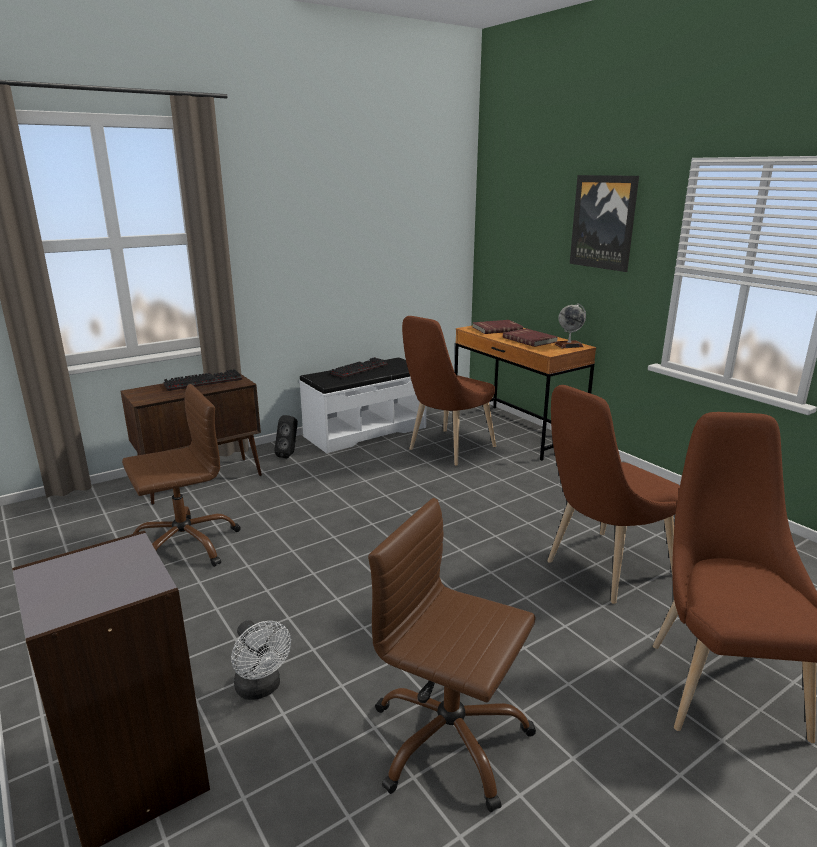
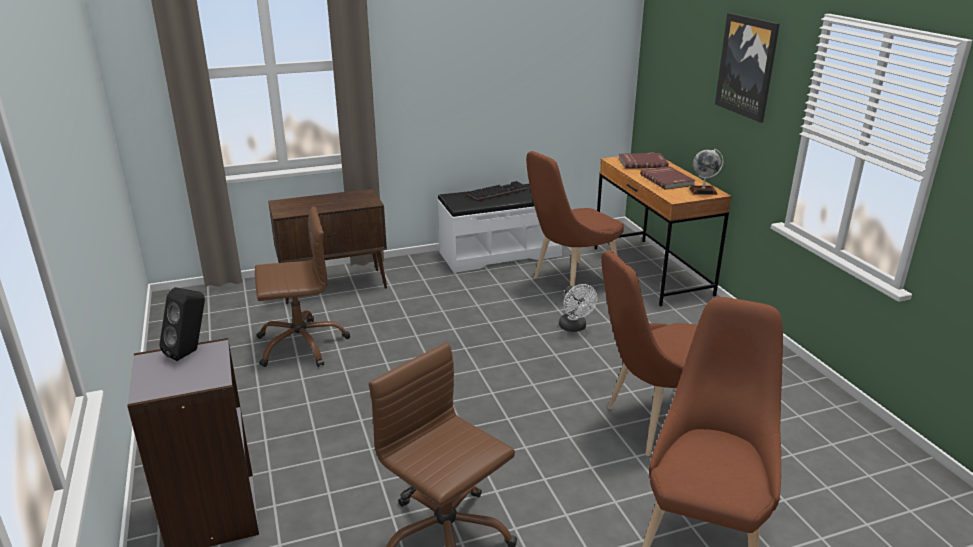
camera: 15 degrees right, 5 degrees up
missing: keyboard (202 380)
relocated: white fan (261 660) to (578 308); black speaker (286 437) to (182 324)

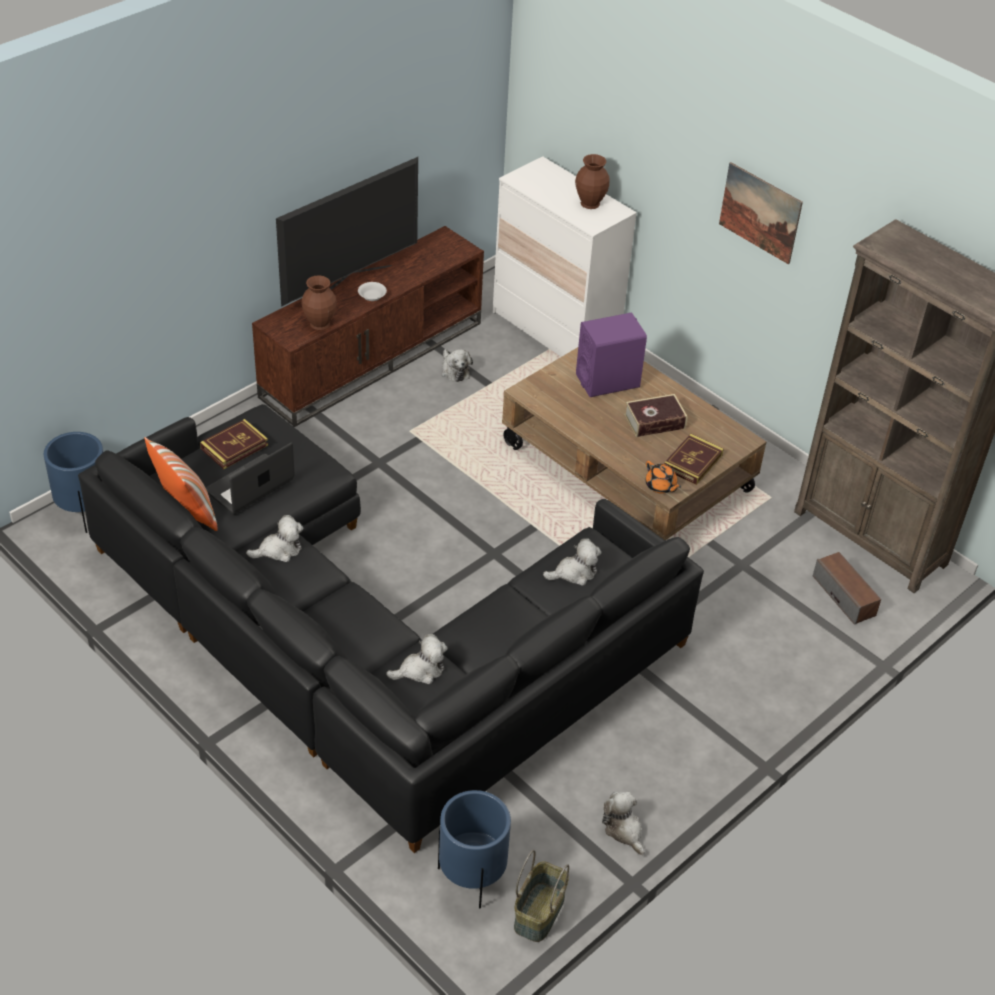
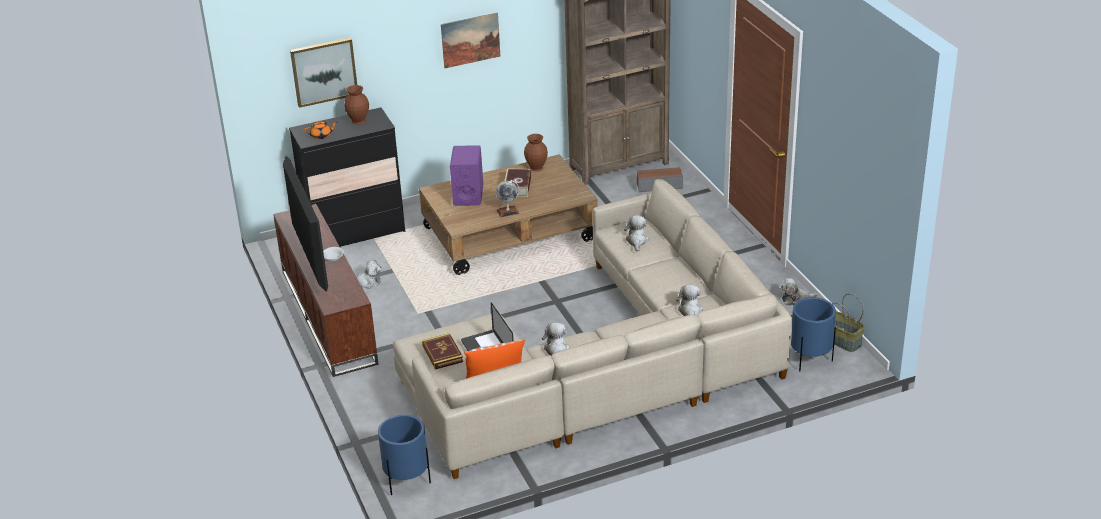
camera: 65 degrees left, 10 degrees down
missing: book (694 459)
appeared: picture (323 73); globe (508 198)
relocated: brown vase (319 302) to (536 152); orange teapot (663 477) to (320 130)
colour: black sofa (391 628) to beige sofa (592 329); white dresser (565 256) to black dresser (347 177)

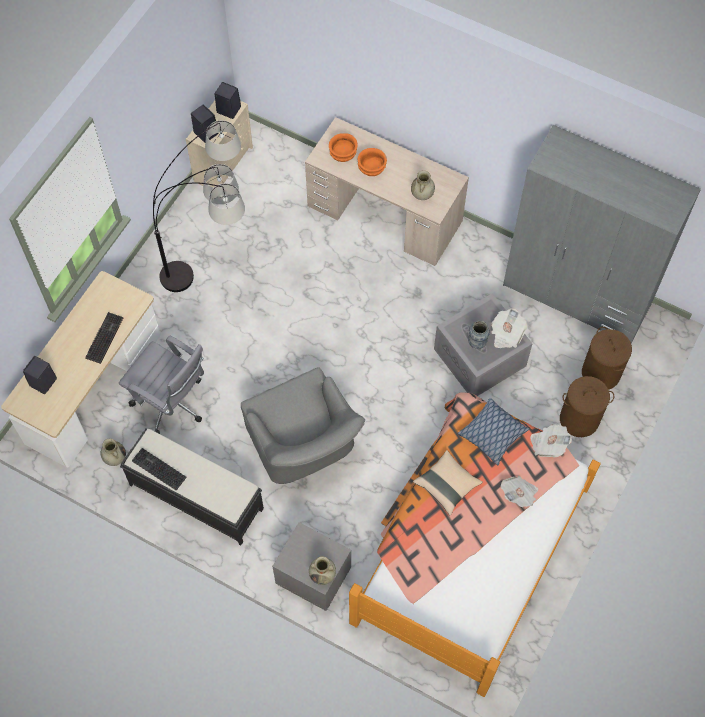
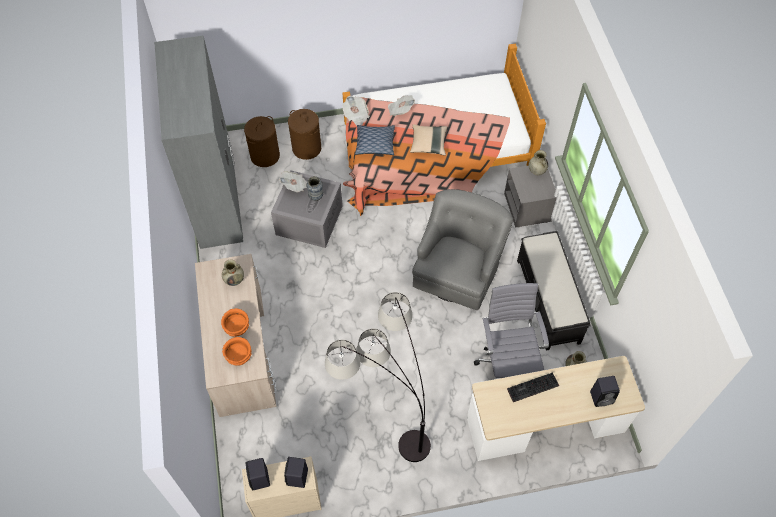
camera: 130 degrees left, 5 degrees down
missing: keyboard (159 469)

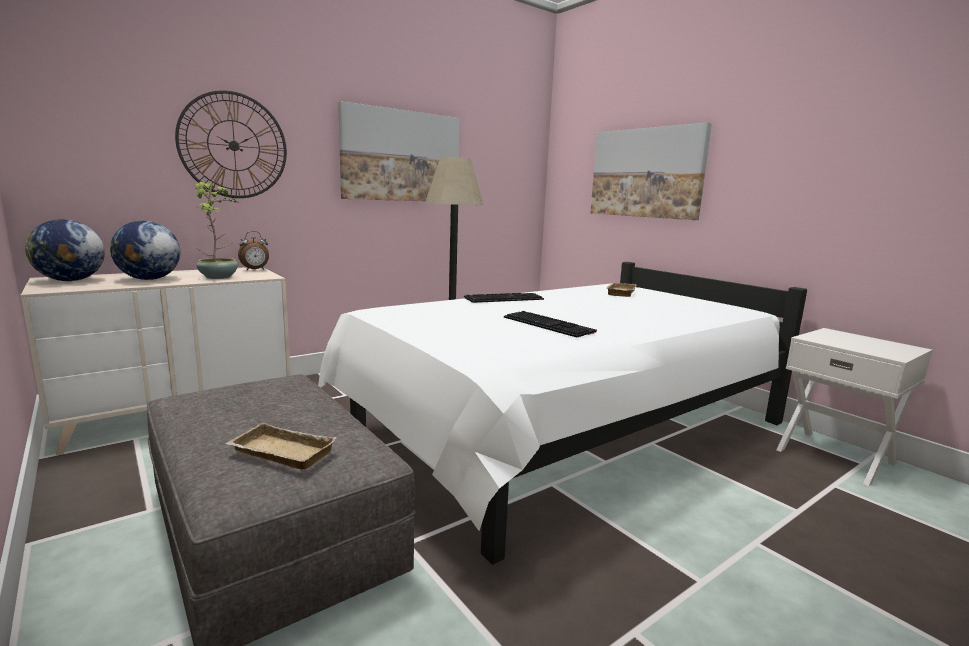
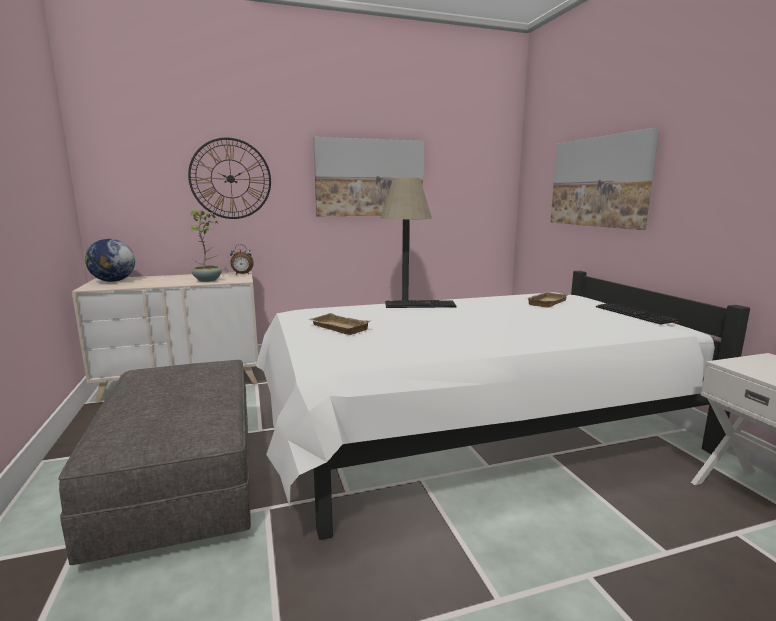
camera: 20 degrees right, 0 degrees up
missing: globe (144 250)
relocated: beige tray (281 446) to (339 324); keyboard (550 324) to (637 314)

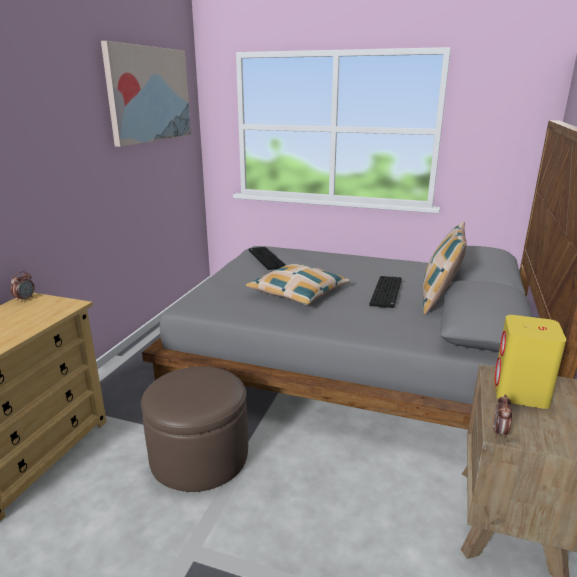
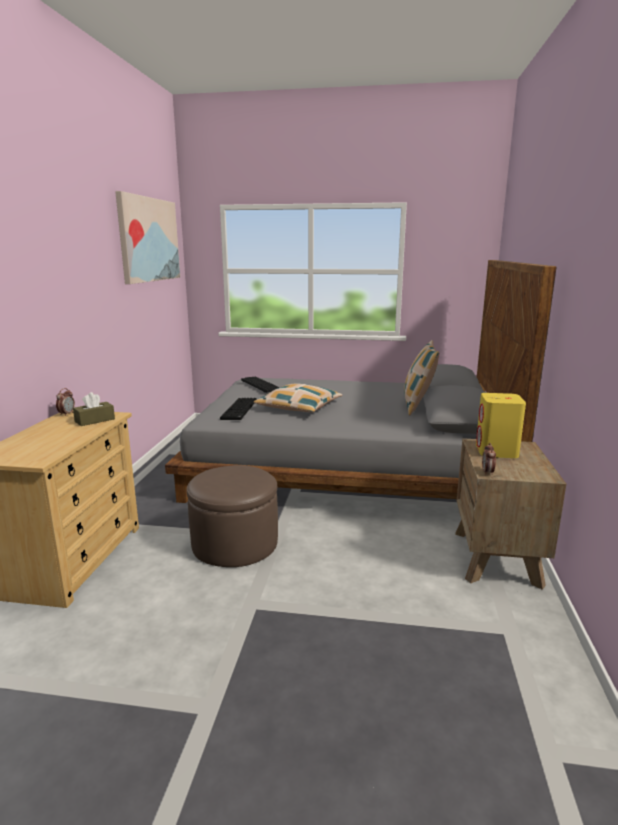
camera: 10 degrees left, 5 degrees down
appeared: brown tissue box (94 409)
relocated: keyboard (386 292) to (238 409)

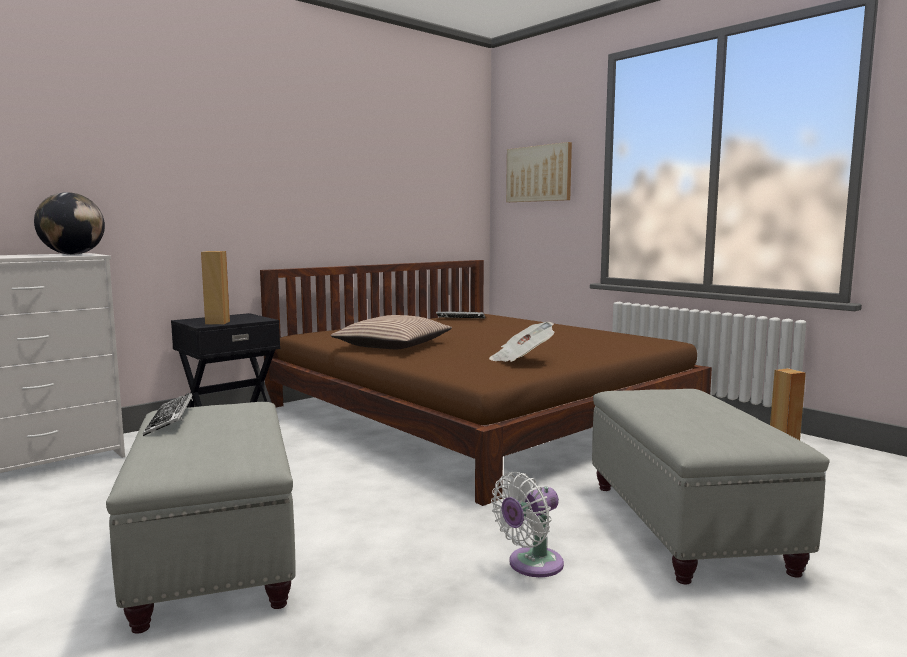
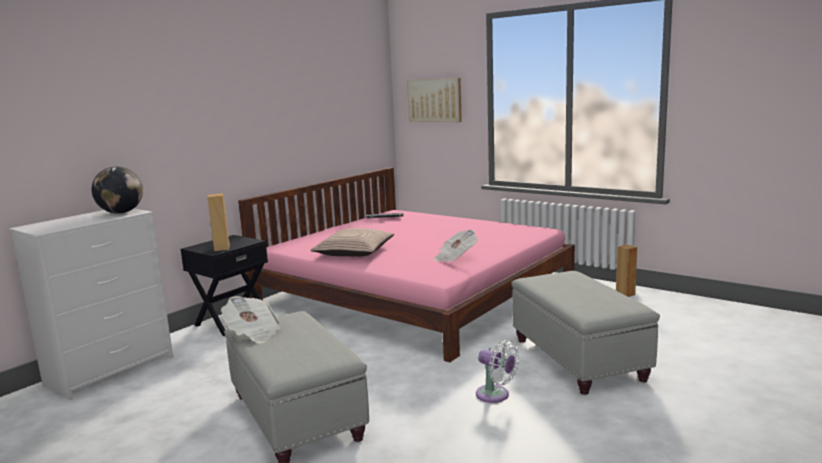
camera: 10 degrees left, 5 degrees up
exchanged: keyboard (168 414) to newspaper (251 319)
colour: brown bed (486 383) to pink bed (406 264)
spun: white fan (527 524) = (497 371) 90 degrees counterclockwise

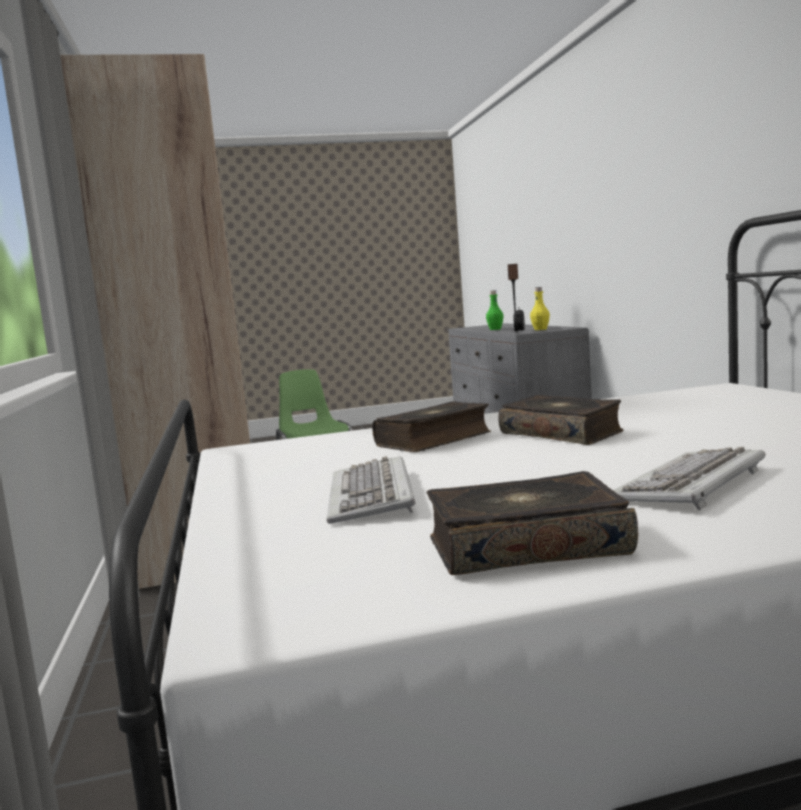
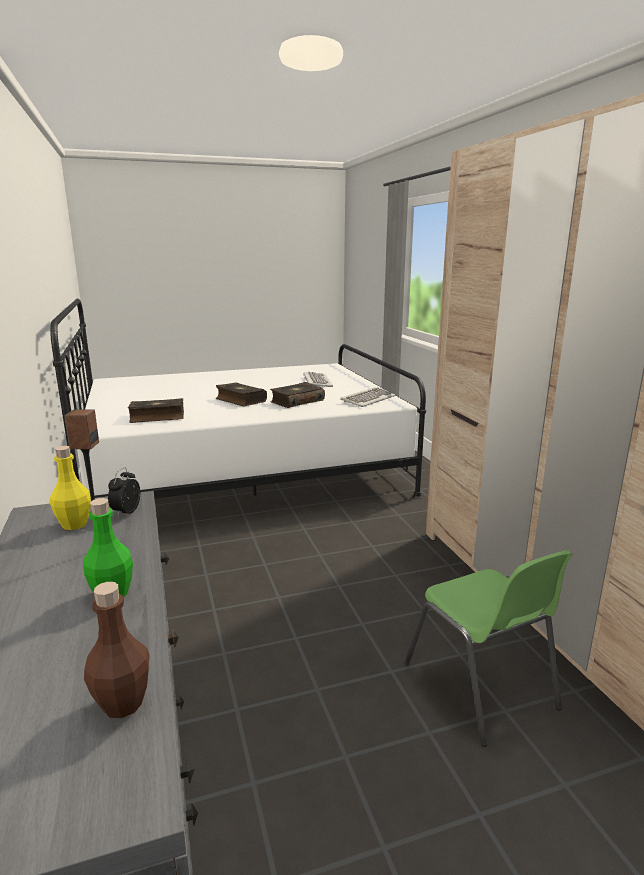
camera: 175 degrees right, 10 degrees up
appeared: brown bottle (117 650)
relocated: book (532 523) to (156 410); keyboard (689 478) to (367 397)

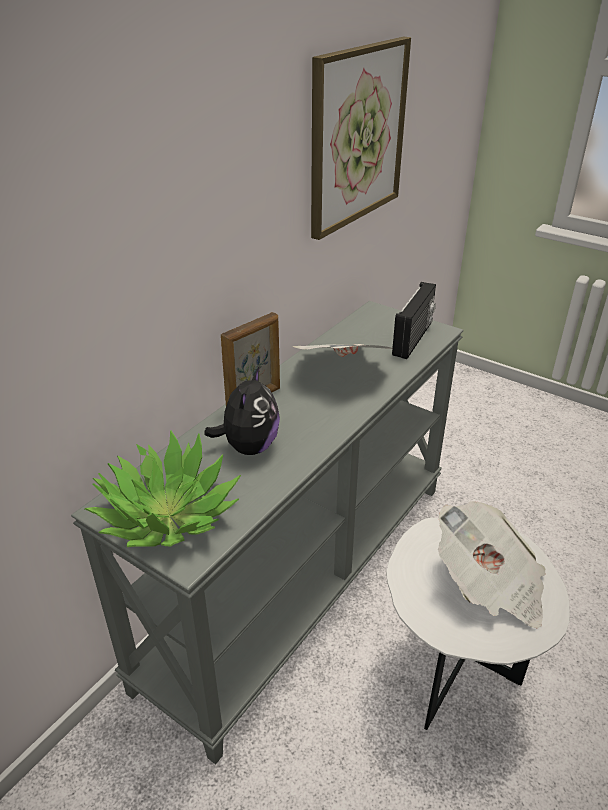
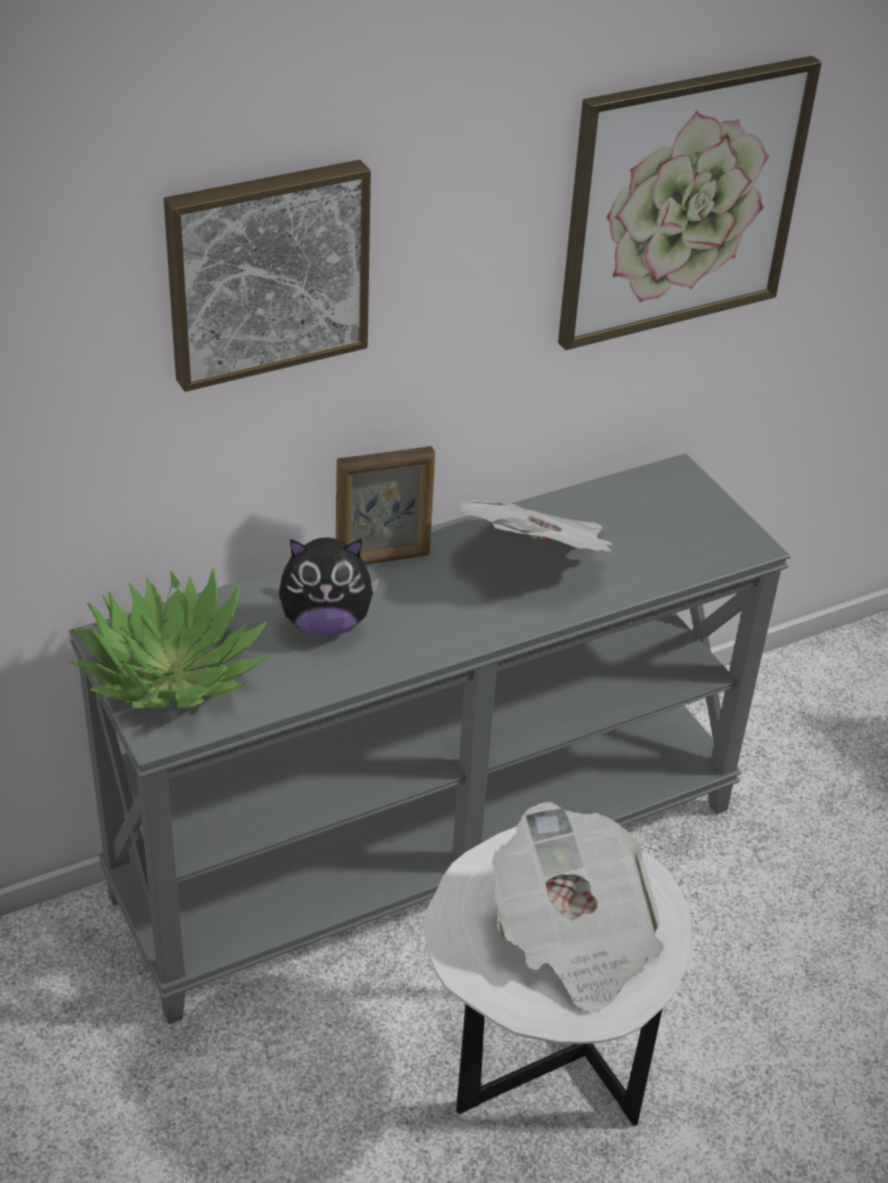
camera: 25 degrees right, 5 degrees up
missing: radio (414 320)
appeared: picture (267 276)
spun: plush toy (242 411) = (329 587) 45 degrees clockwise

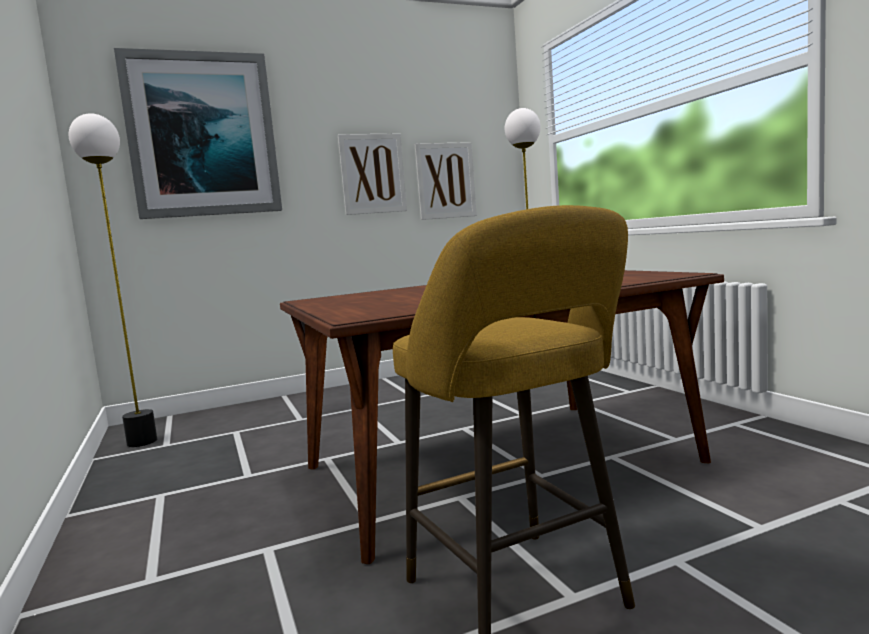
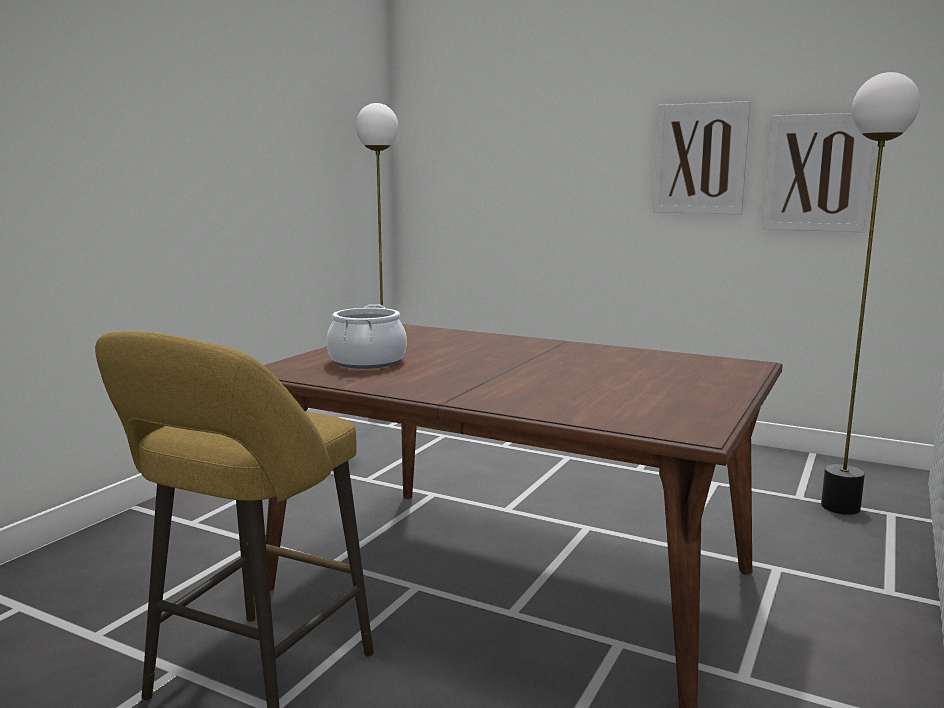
camera: 50 degrees right, 5 degrees up
missing: picture (198 133)
appeared: cooking pot (367 336)

